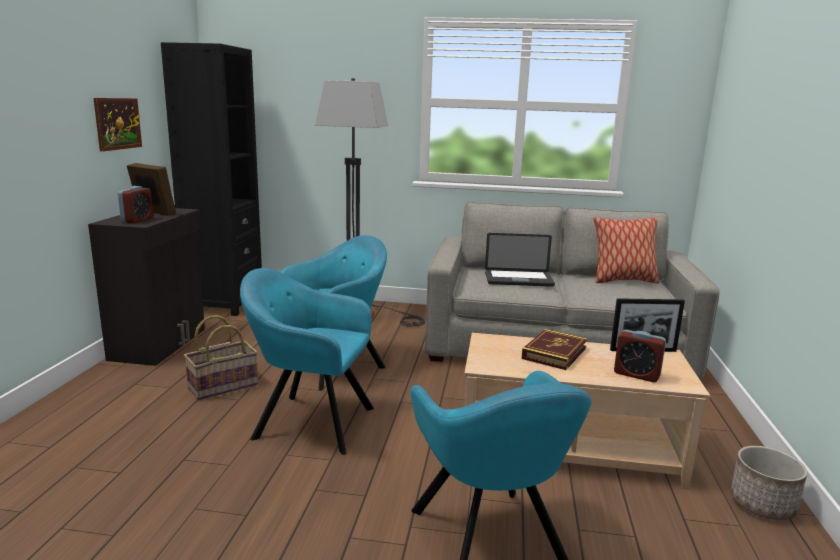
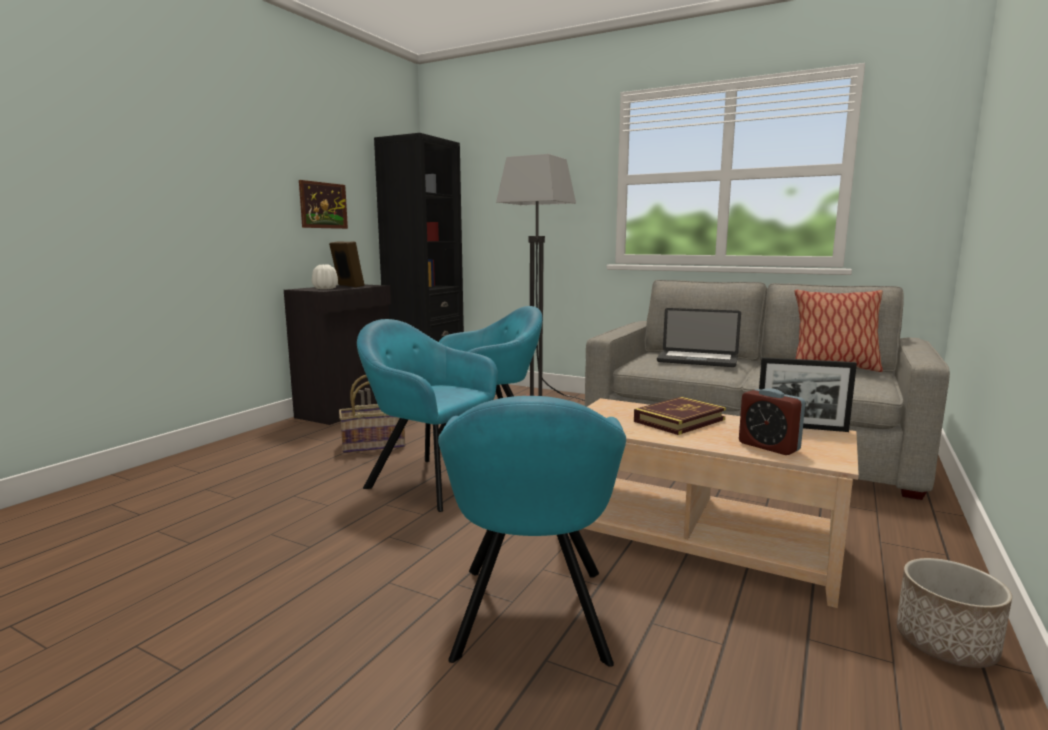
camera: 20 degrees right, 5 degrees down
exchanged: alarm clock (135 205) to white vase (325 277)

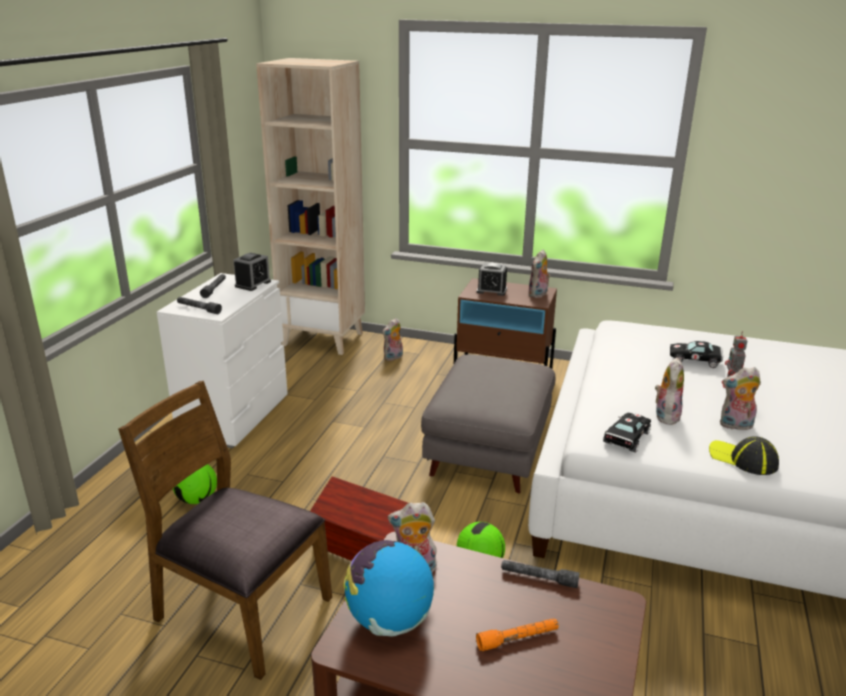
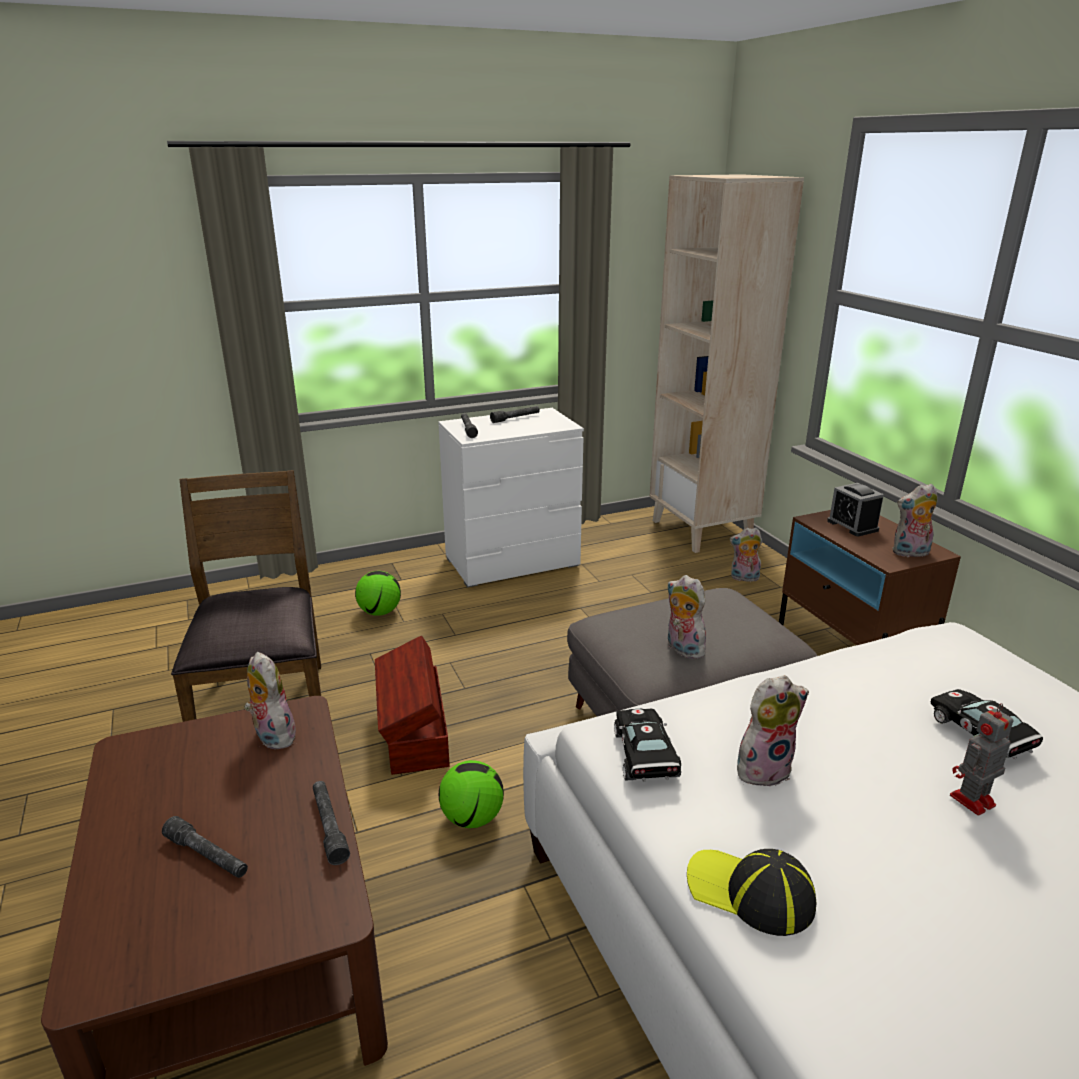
camera: 50 degrees right, 0 degrees up
missing: alarm clock (252 271); globe (388 588)
relocated: plush toy (740 398) to (687 617)
colour: orange flashlight (517 634) to grey flashlight (205 847)
spun: black toy car (627 432) = (647 745) 90 degrees counterclockwise; cap (744 455) = (751 892) 60 degrees counterclockwise

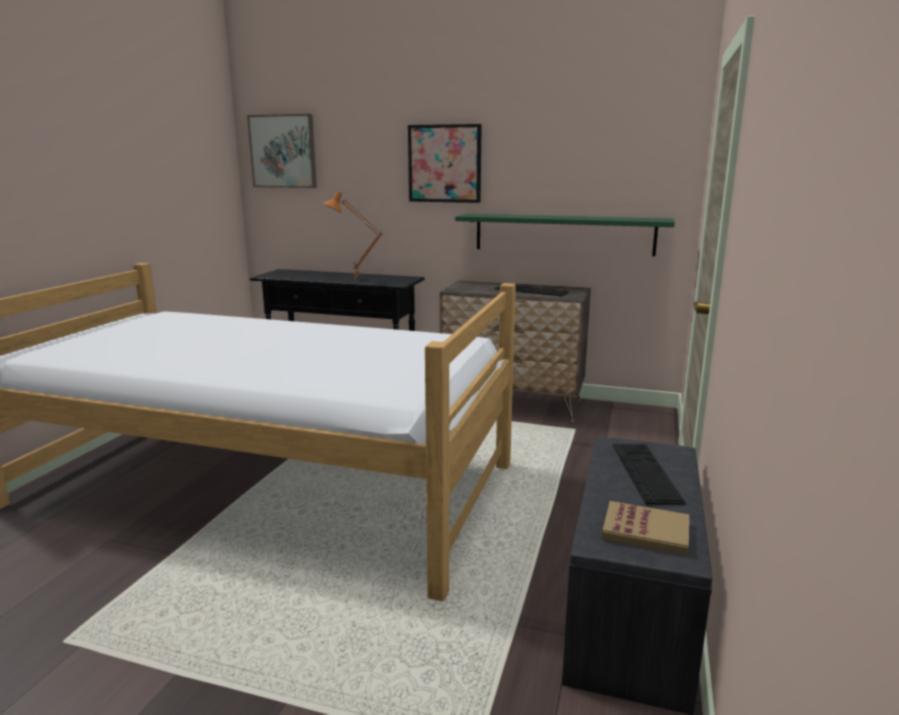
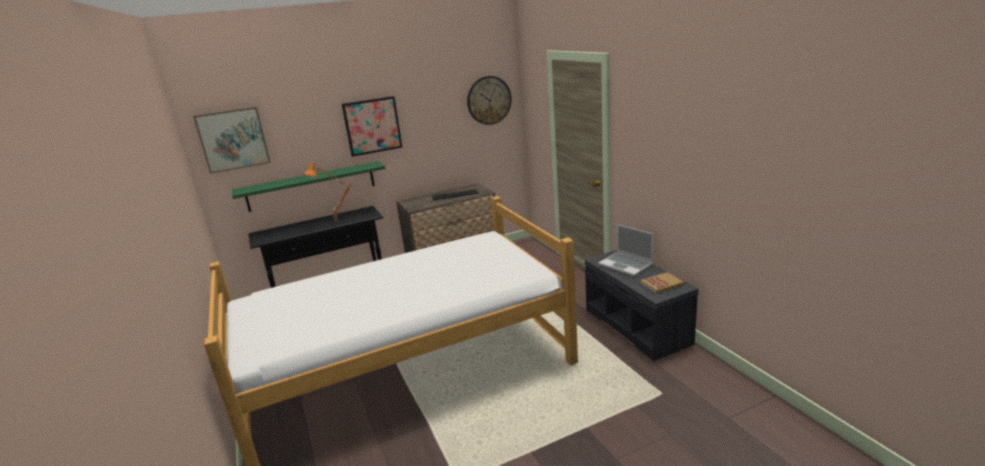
camera: 40 degrees left, 5 degrees up
appeared: wall clock (489 100)
relocated: green shelf (565 235) to (309 186)
exchanged: keyboard (649 474) to laptop (626 250)

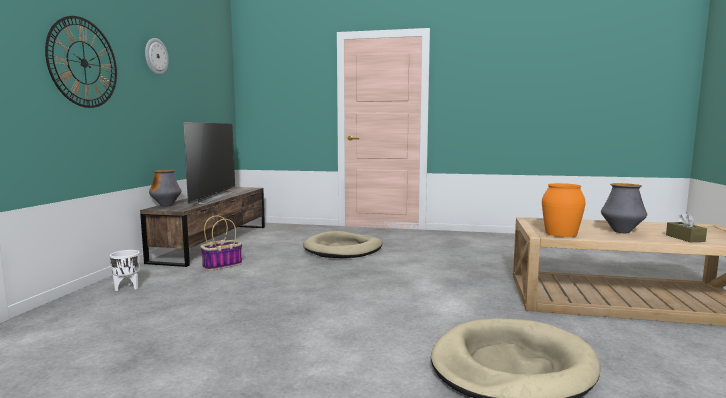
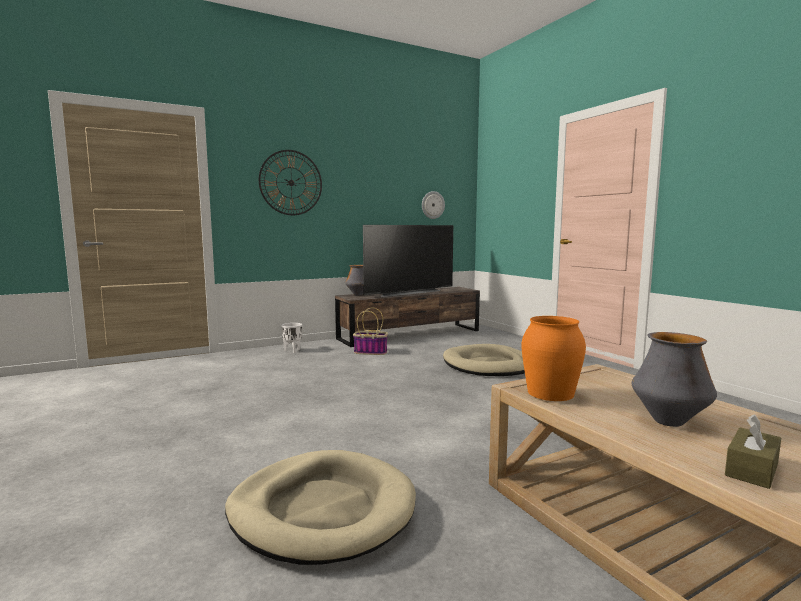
camera: 50 degrees right, 0 degrees up
relocated: wall clock (157 56) to (433 205)

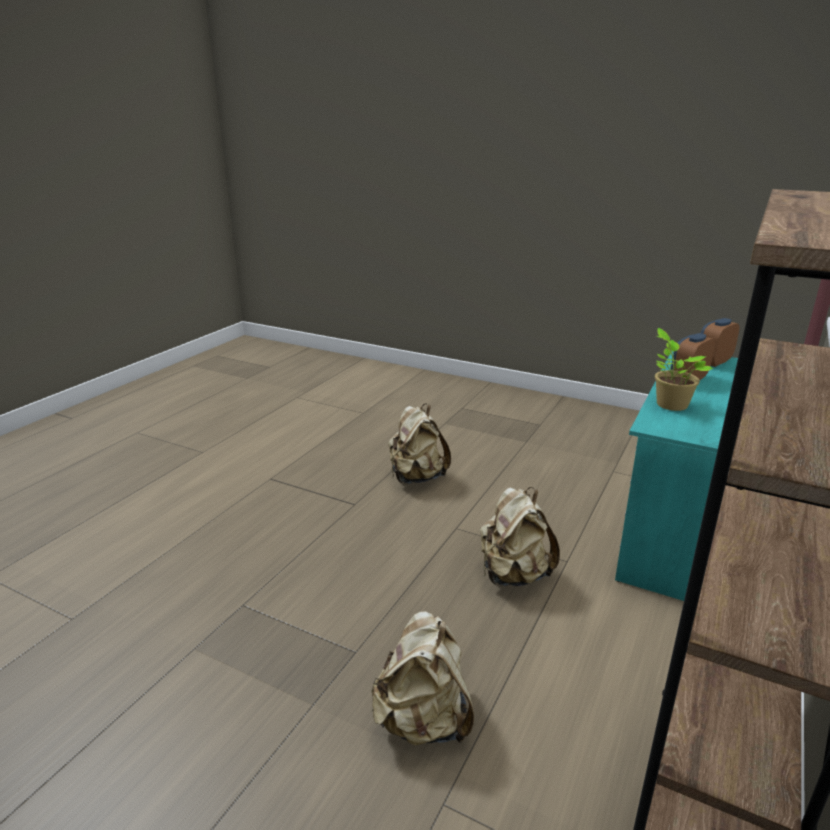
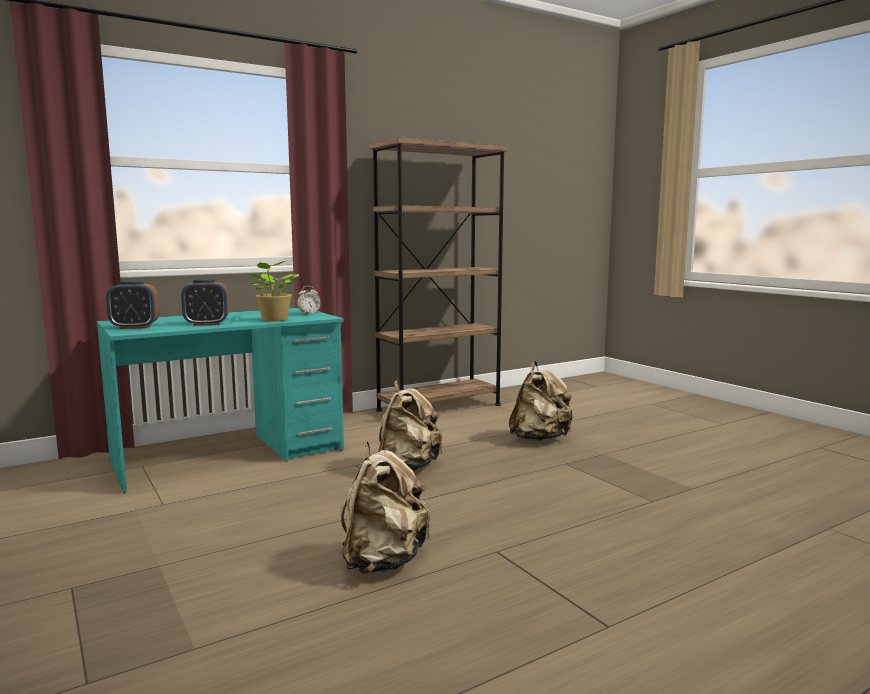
camera: 150 degrees left, 15 degrees down
appeared: alarm clock (308 300)

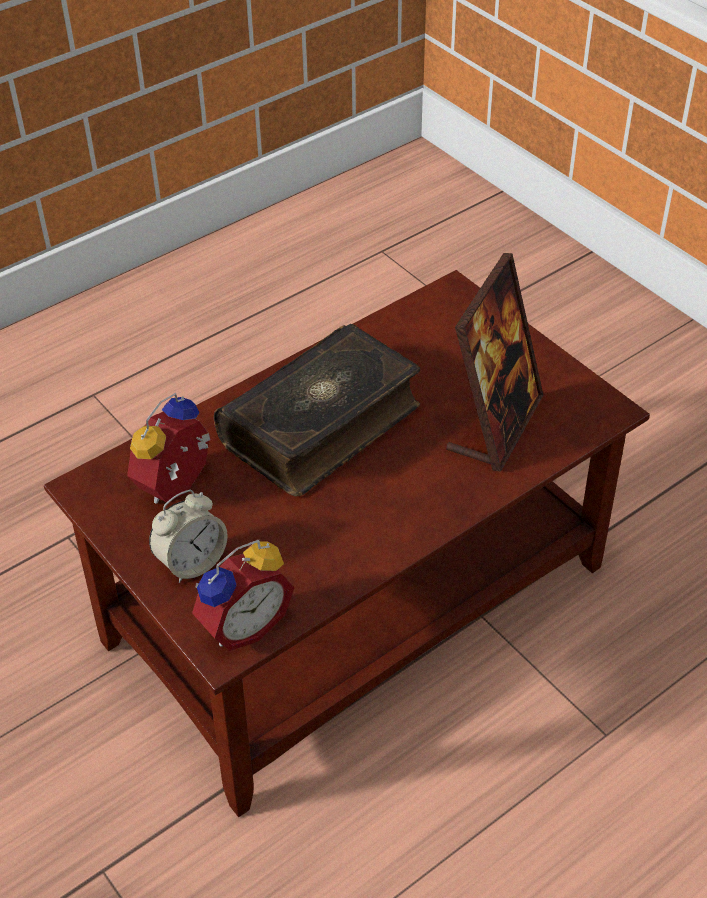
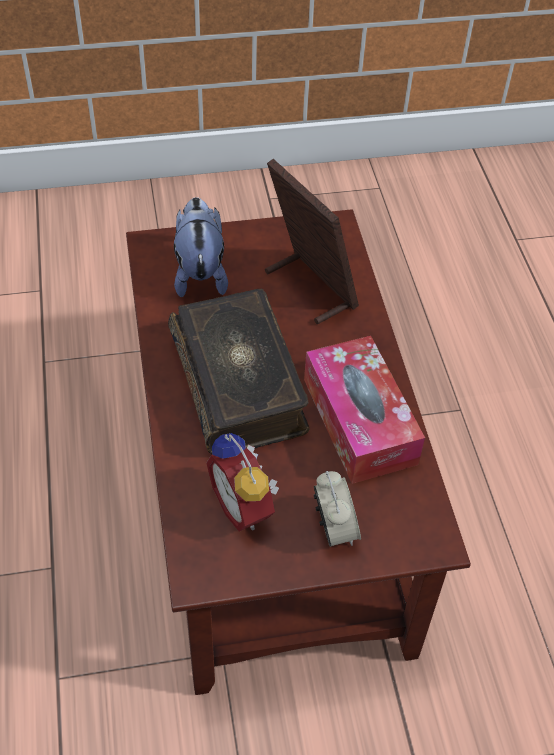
camera: 65 degrees left, 5 degrees up
missing: alarm clock (243 595)
appeared: plush toy (201 247); tissue box (364 410)

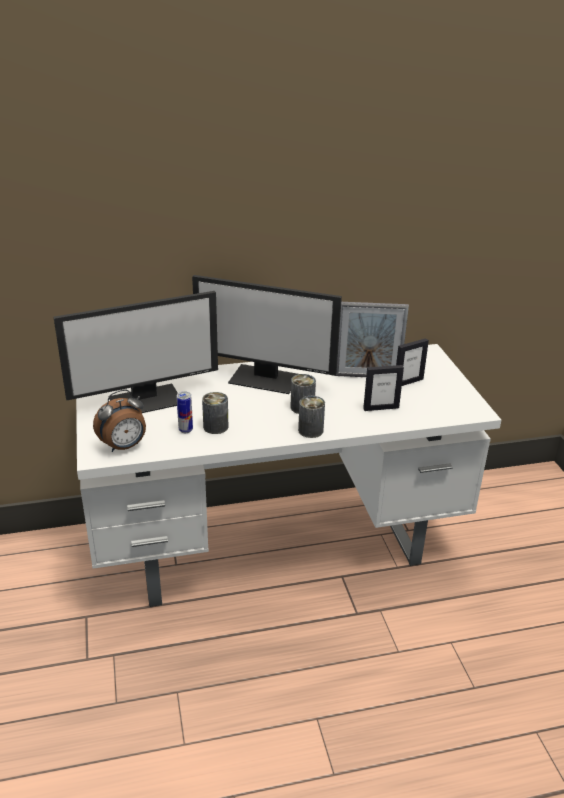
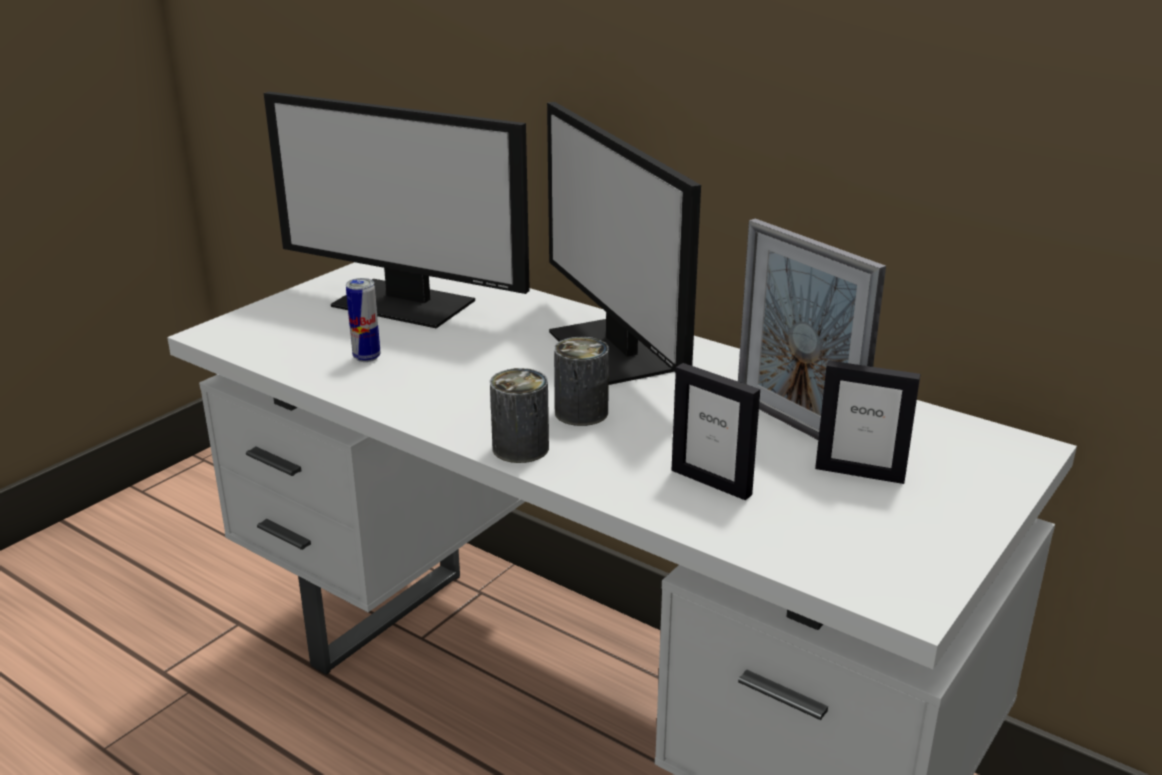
camera: 50 degrees right, 5 degrees down
missing: alarm clock (119 420); can (215 413)

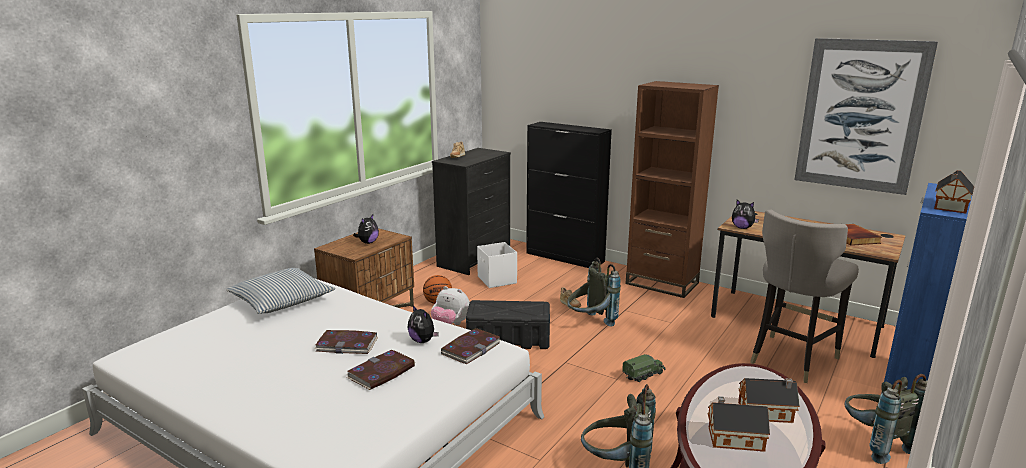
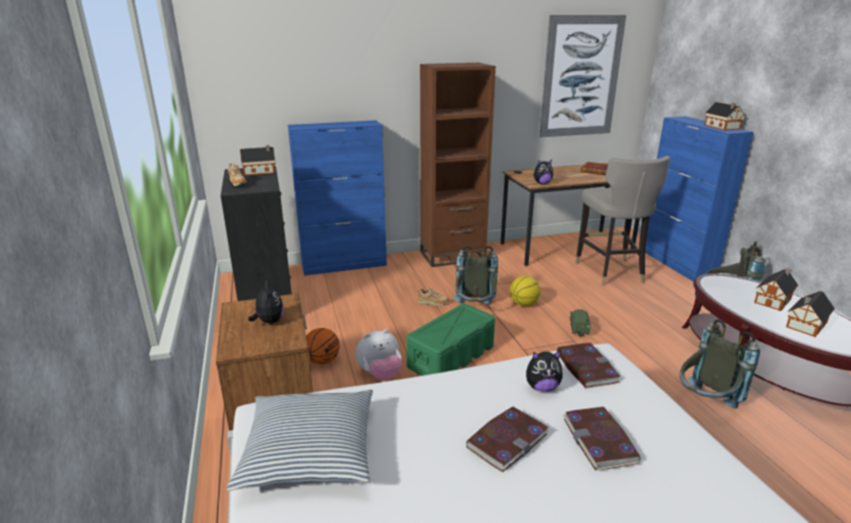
camera: 50 degrees left, 5 degrees up
missing: white storage box (497 265)
appeared: toy house (258 160); basketball (525 291)
colour: black storage box (508 324) to green storage box (450 340); black cabinet (569 195) to blue cabinet (337 198)

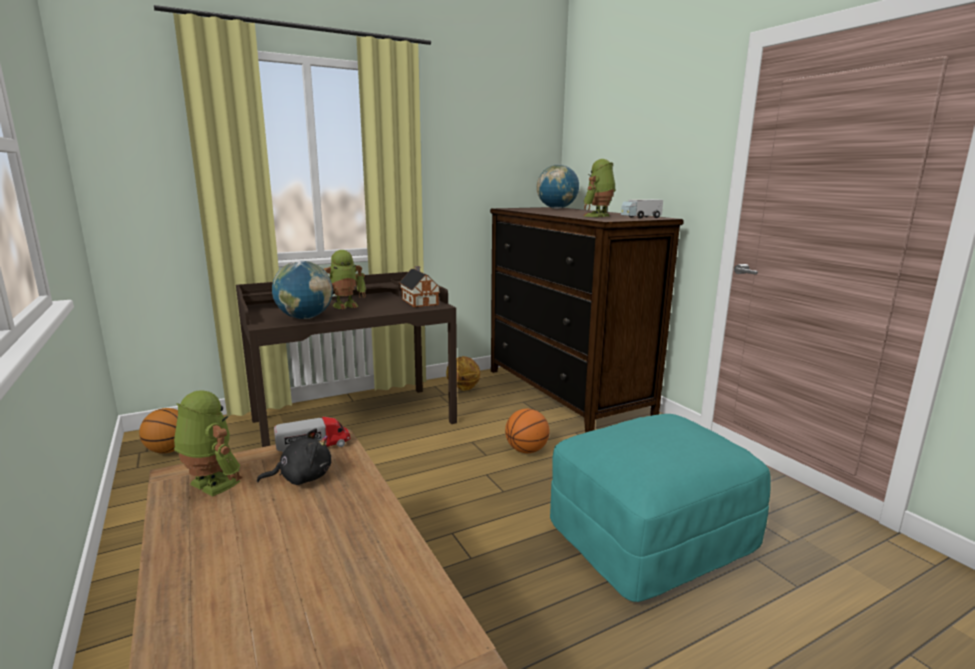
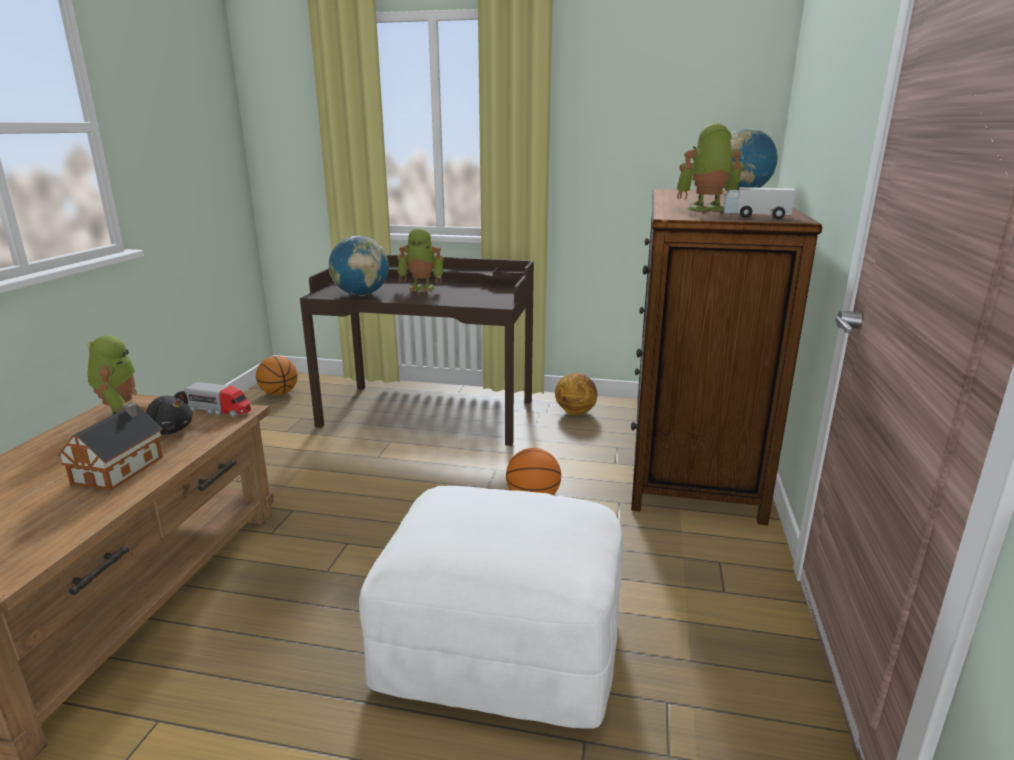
camera: 40 degrees right, 5 degrees up
relocated: toy house (419 286) to (110 447)
colour: turquoise ottoman (660 508) to white ottoman (491 607)

